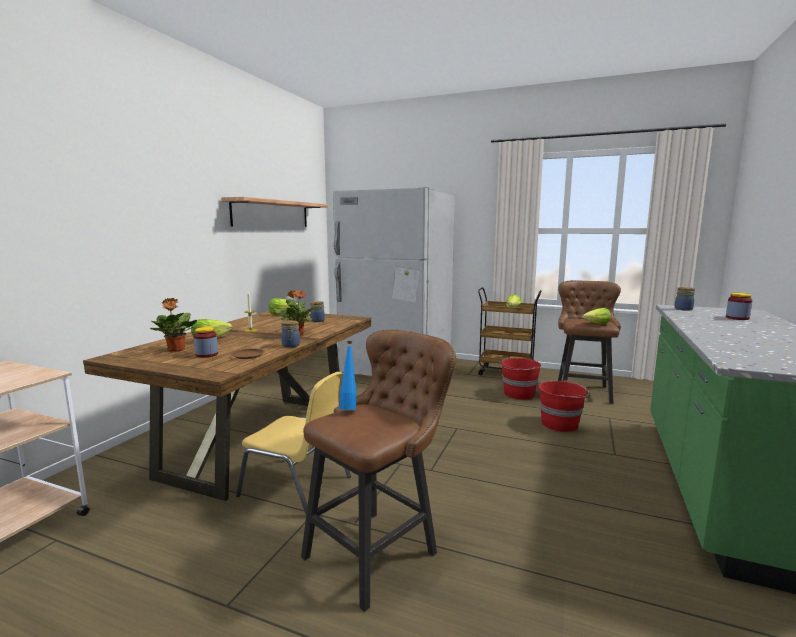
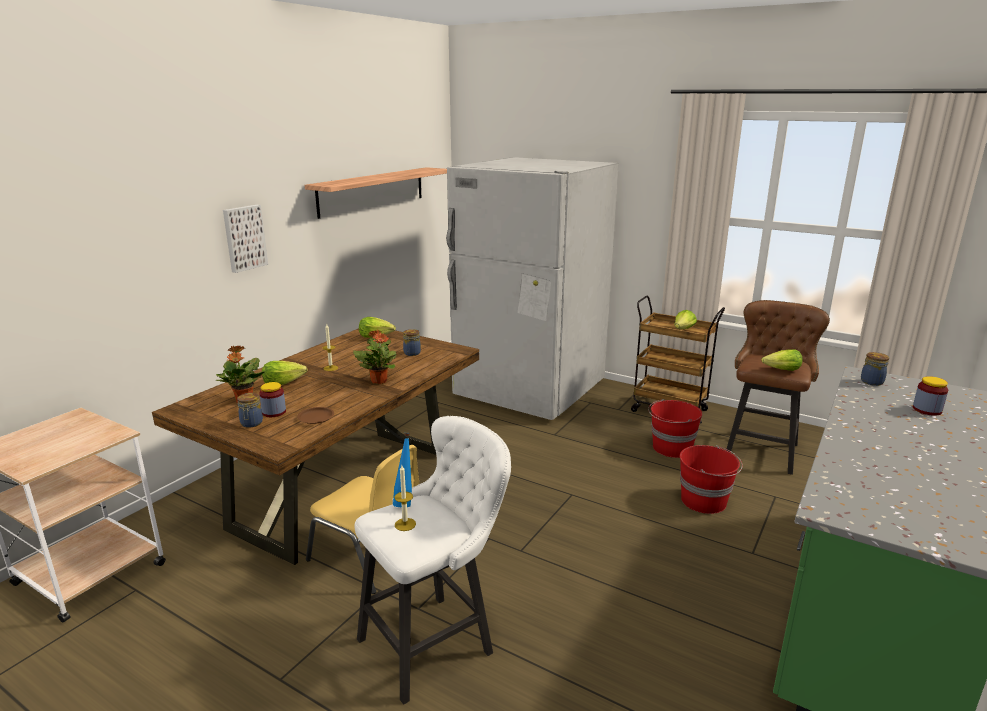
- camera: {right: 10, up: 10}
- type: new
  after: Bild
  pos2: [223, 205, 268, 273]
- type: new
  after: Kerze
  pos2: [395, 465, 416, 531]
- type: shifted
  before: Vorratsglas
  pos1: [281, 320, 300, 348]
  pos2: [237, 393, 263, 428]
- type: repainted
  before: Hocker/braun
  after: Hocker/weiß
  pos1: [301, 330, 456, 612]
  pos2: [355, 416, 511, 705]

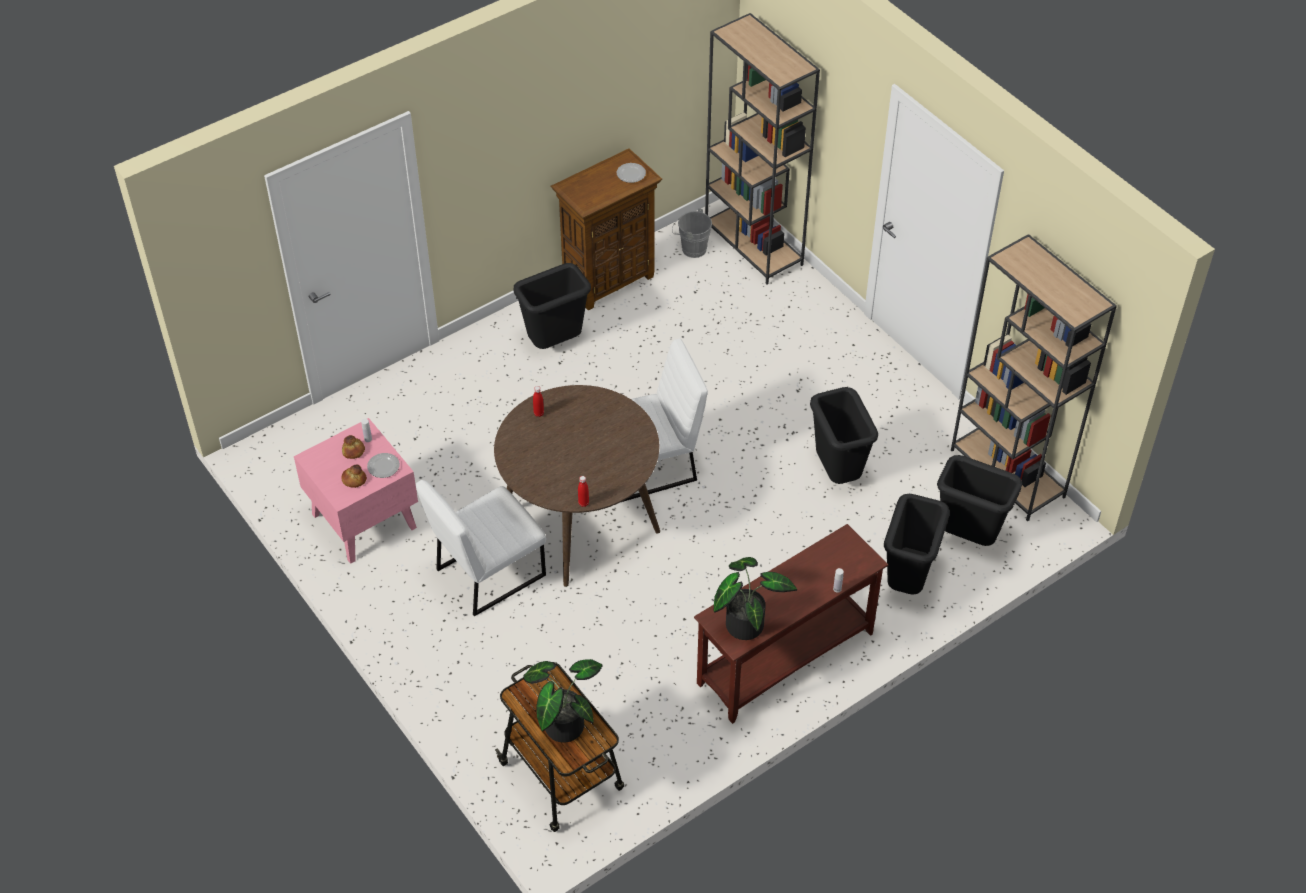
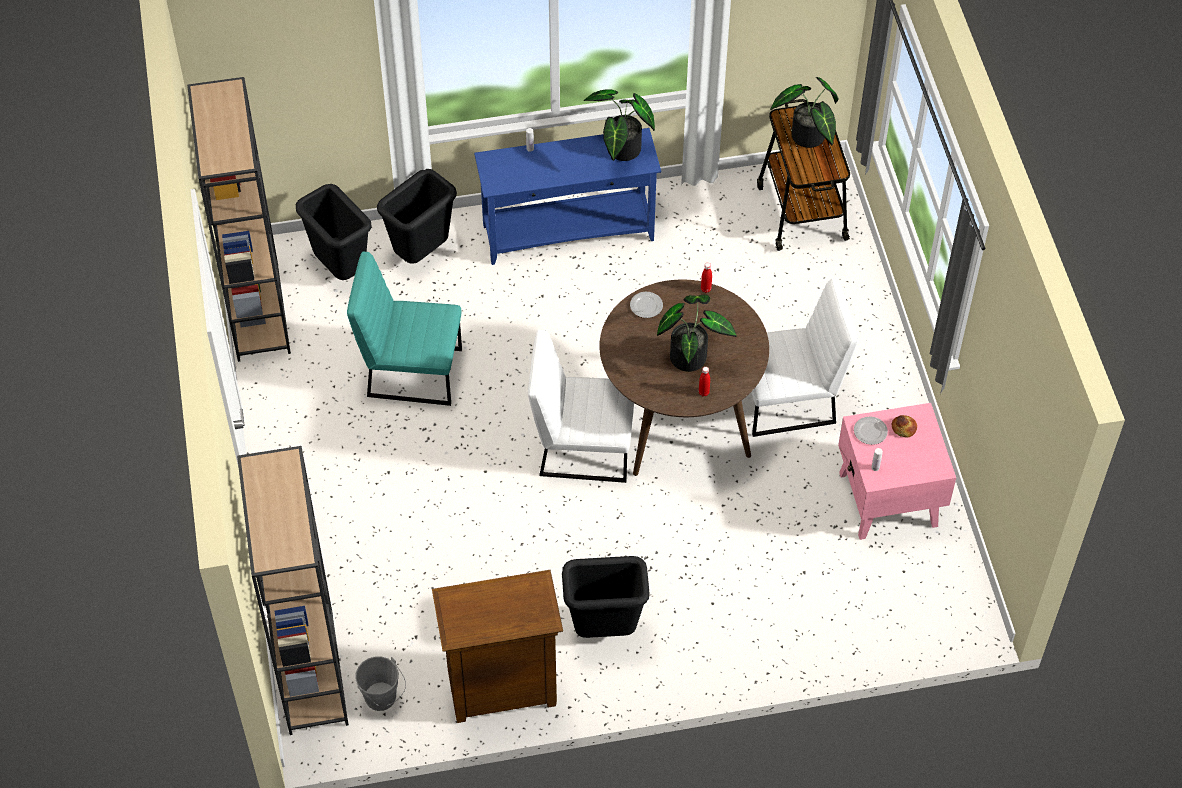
- camera: {right: -155, up: 5}
- type: gone
  before: Brot
  pos1: [342, 435, 365, 459]
- type: new
  after: Topfpflanze
  pos2: [657, 295, 737, 372]
- type: shifted
  before: Teller
  pos1: [616, 163, 646, 183]
  pos2: [630, 292, 663, 318]
- type: swapped
  before: Mülleimer/schwarz
  after: Stuhl/türkis
  pos1: [810, 387, 878, 484]
  pos2: [347, 252, 462, 406]
- type: repainted
  before: Konsolentisch/braun
  after: Konsolentisch/blau
  pos1: [694, 524, 888, 724]
  pos2: [474, 128, 661, 265]

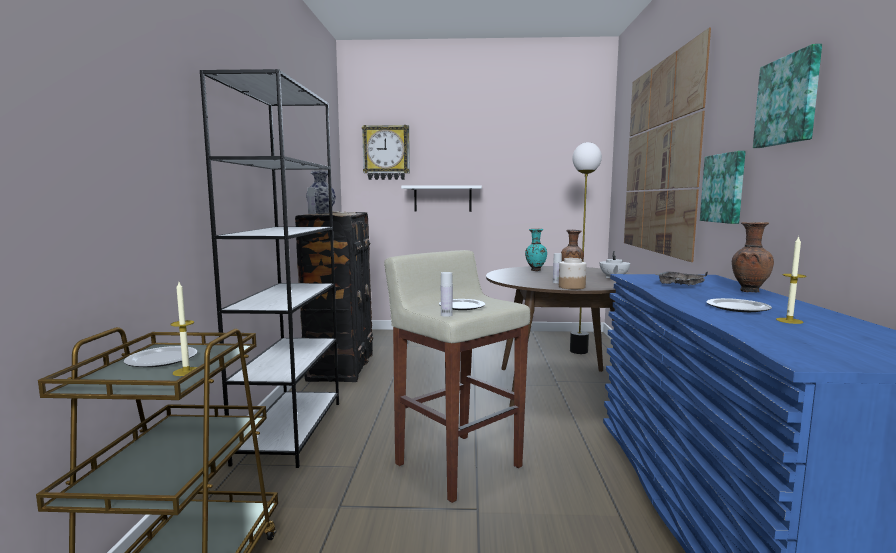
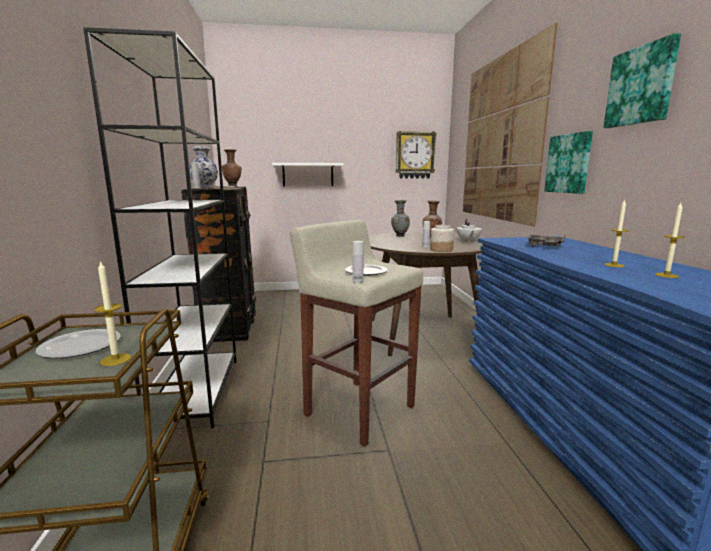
- camera: {right: -10, up: 5}
- type: gone
  before: Stehlampe
  pos1: [570, 142, 602, 354]
- type: shifted
  before: Wanduhr
  pos1: [362, 125, 410, 180]
  pos2: [396, 131, 437, 178]
- type: shifted
  before: Vase/braun
  pos1: [732, 222, 774, 293]
  pos2: [222, 149, 242, 186]
- type: swapped
  before: Teller
  after: Kerze
  pos1: [706, 298, 772, 312]
  pos2: [604, 200, 629, 267]
- type: repainted
  before: Vase/türkis
  after: Vase/grau
  pos1: [525, 229, 547, 271]
  pos2: [391, 200, 410, 237]

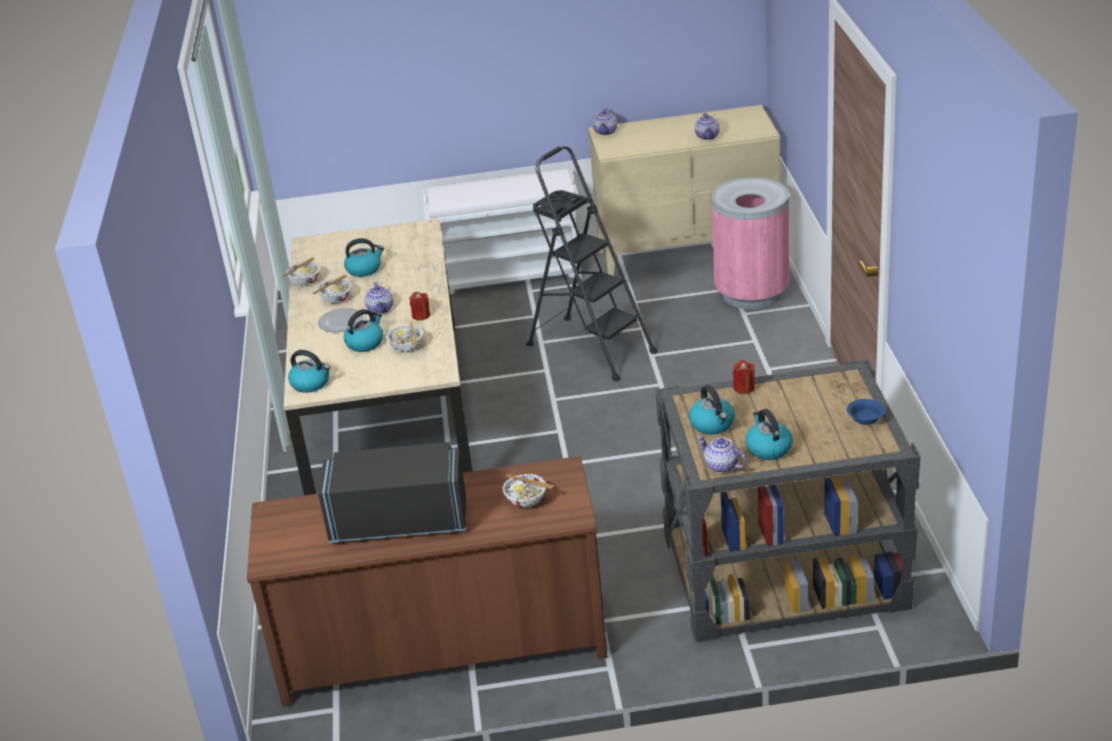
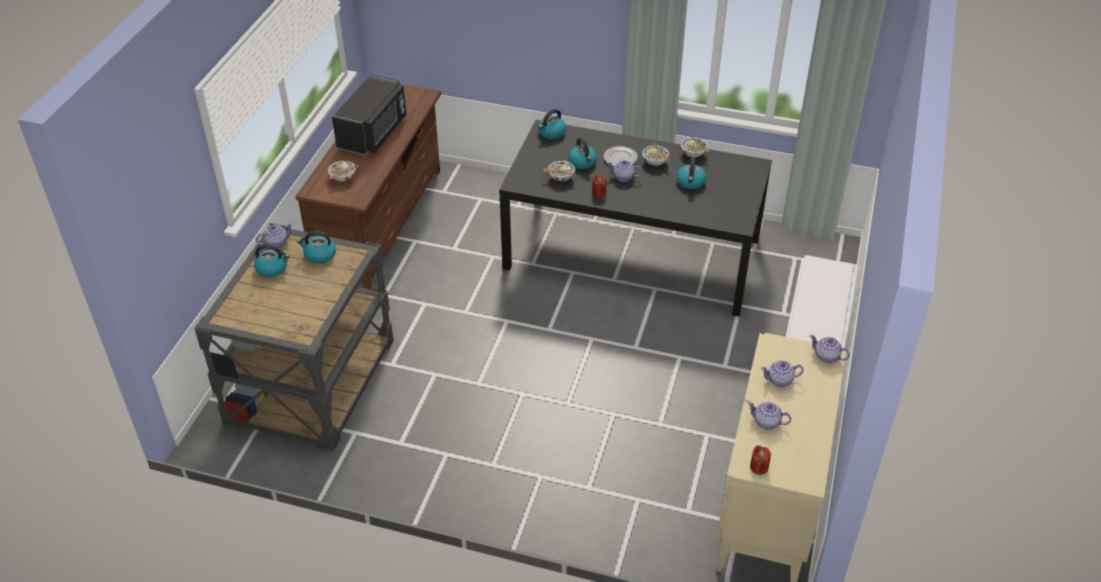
- camera: {right: 110, up: 10}
- type: gone
  before: Trittleiter
  pos1: [526, 145, 658, 382]
- type: gone
  before: Mülleimer/rosa
  pos1: [711, 177, 789, 309]
- type: gone
  before: Schüssel/blau
  pos1: [847, 399, 885, 425]
- type: new
  after: Teekanne
  pos2: [761, 360, 803, 387]
- type: shifted
  before: Kerze/rot
  pos1: [733, 360, 755, 394]
  pos2: [750, 445, 771, 475]
- type: repainted
  before: Esstisch/beige
  after: Esstisch/schwarz
  pos1: [284, 218, 473, 495]
  pos2: [499, 120, 772, 317]

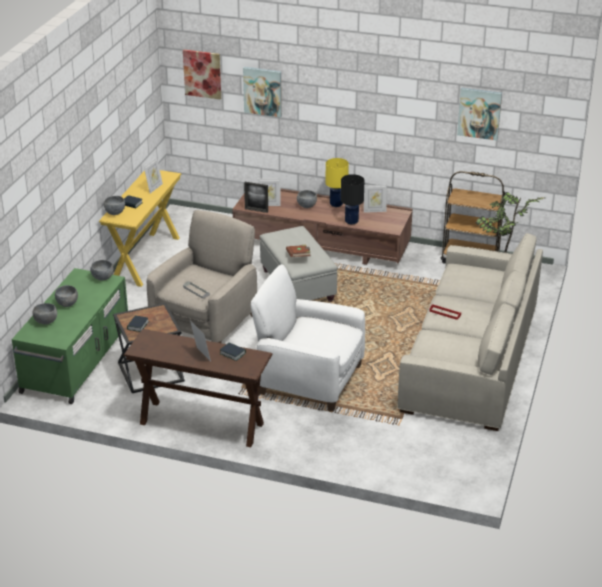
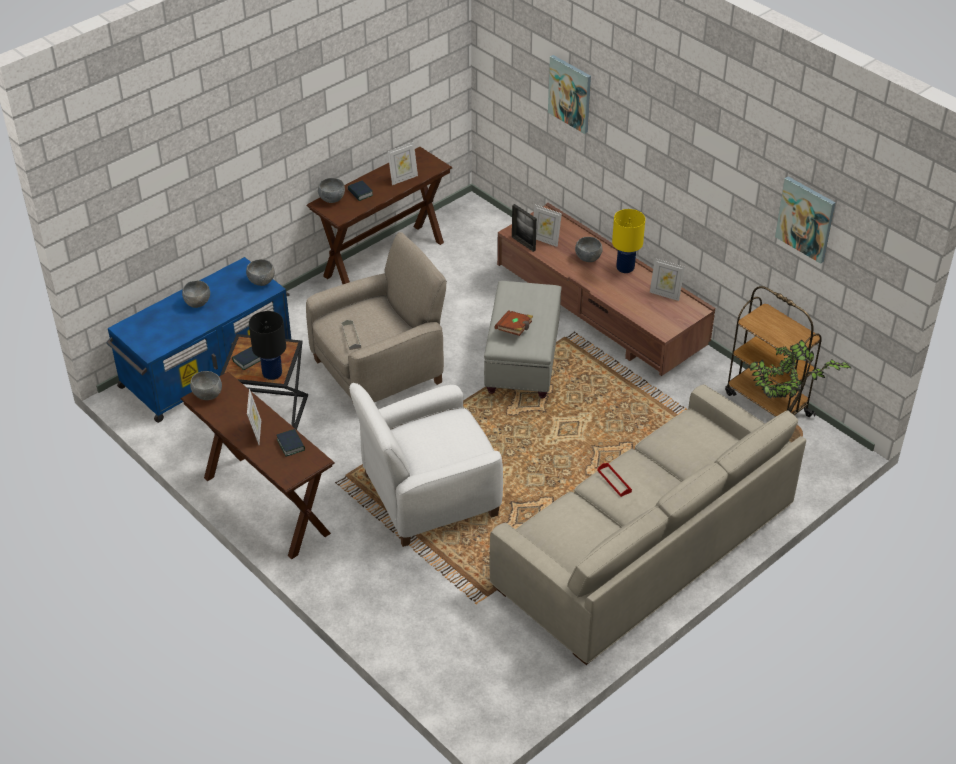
- camera: {right: 30, up: 10}
- type: gone
  before: Bild
  pos1: [183, 50, 221, 100]
- type: shifted
  before: Schüssel/grau
  pos1: [33, 303, 57, 325]
  pos2: [190, 371, 222, 400]
- type: shifted
  before: Tischlampe/schwarz
  pos1: [341, 174, 365, 224]
  pos2: [249, 311, 286, 380]
- type: repainted
  before: Schrank/grün
  after: Schrank/blau
  pos1: [12, 268, 128, 404]
  pos2: [107, 257, 291, 423]
- type: repainted
  before: Konsolentisch/gelb
  after: Konsolentisch/braun
  pos1: [99, 170, 181, 287]
  pos2: [307, 147, 452, 284]
- type: rotated
  before: Sessel/weiß
  pos1: [250, 264, 365, 411]
  pos2: [349, 383, 503, 547]
  turn: -75

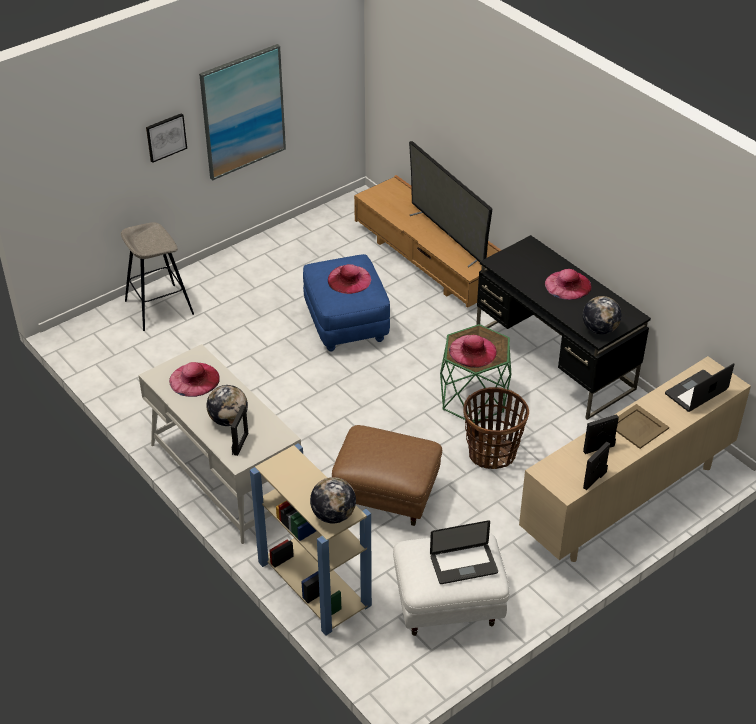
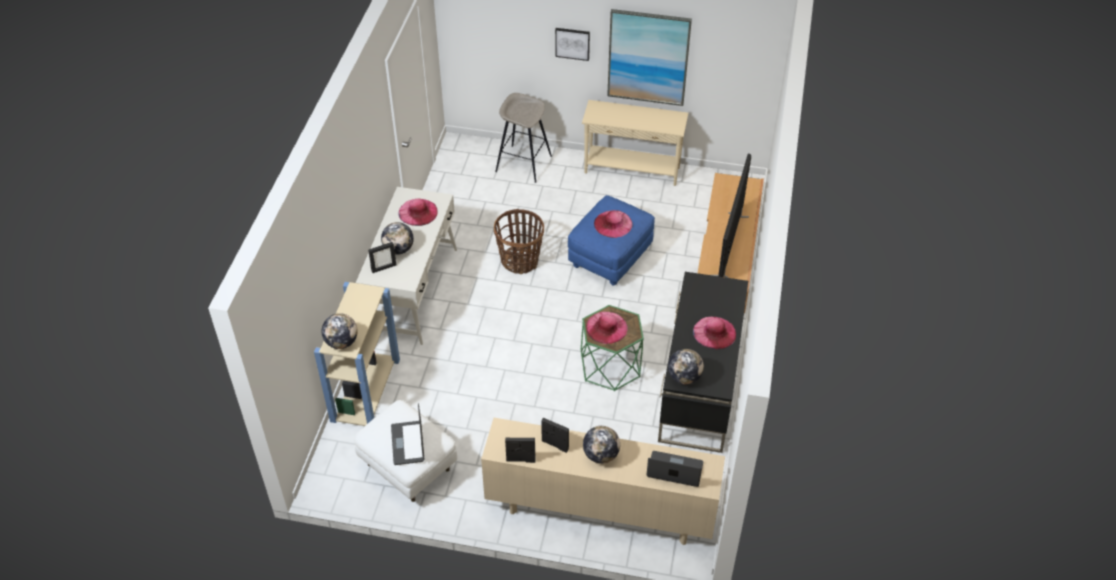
- camera: {right: 50, up: 5}
- type: gone
  before: Polsterhocker/braun
  pos1: [332, 425, 442, 526]
- type: new
  after: Konsolentisch/beige
  pos2: [582, 100, 688, 186]
- type: shifted
  before: Korb
  pos1: [463, 387, 529, 469]
  pos2: [494, 209, 544, 274]
- type: swapped
  before: Tablett/beige
  after: Globus
  pos1: [616, 404, 669, 449]
  pos2: [583, 426, 620, 464]
- type: rotated
  before: Laptop
  pos1: [430, 520, 498, 584]
  pos2: [391, 404, 424, 465]
  turn: 45

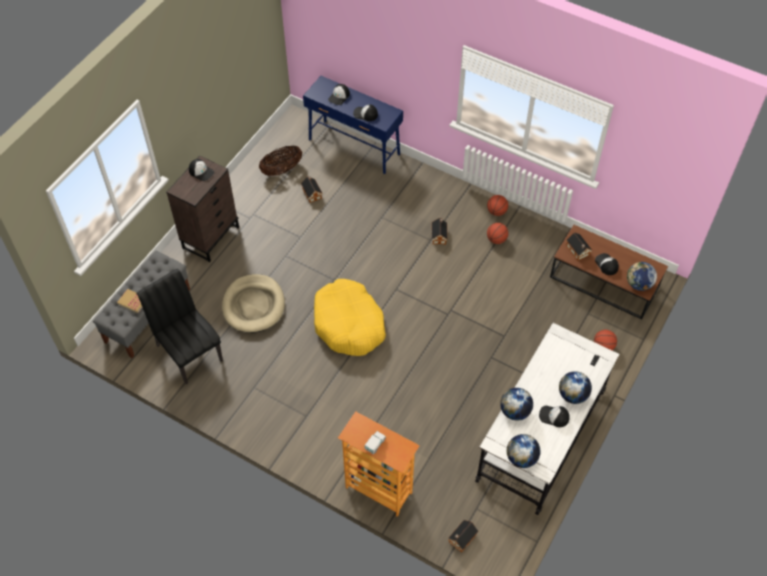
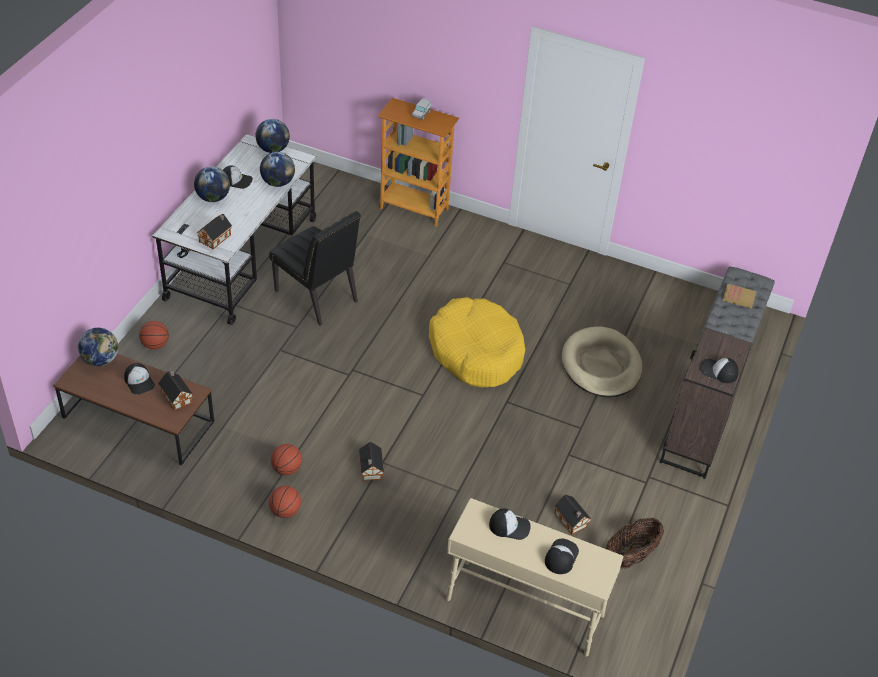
- camera: {right: 170, up: -10}
- type: shifted
  before: Stuhl/schwarz
  pos1: [136, 269, 223, 384]
  pos2: [269, 211, 361, 326]
- type: shifted
  before: Spielzeughaus
  pos1: [448, 520, 479, 552]
  pos2: [197, 214, 232, 249]
- type: repainted
  before: Konsolentisch/blau
  after: Konsolentisch/beige
  pos1: [303, 76, 403, 174]
  pos2: [446, 498, 623, 657]

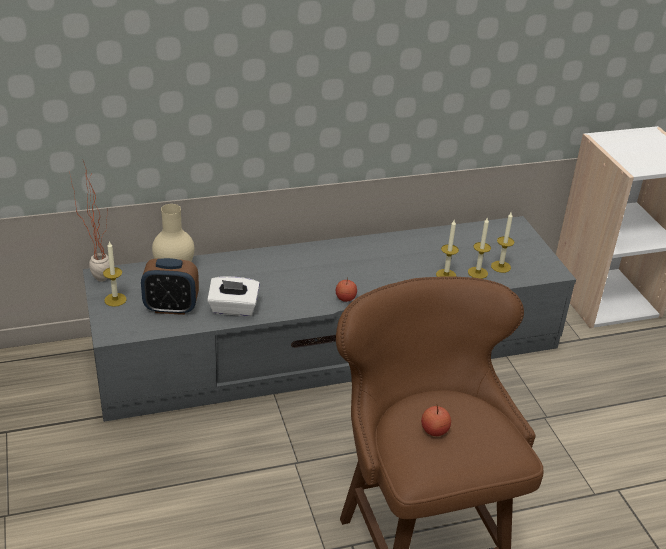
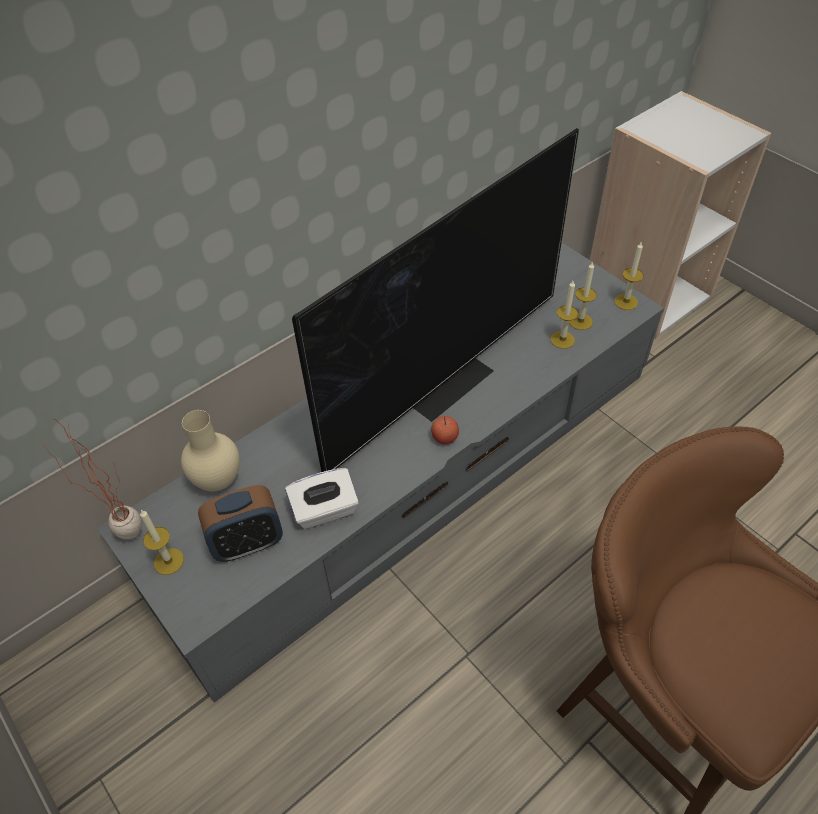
- camera: {right: -20, up: 15}
- type: gone
  before: Apfel
  pos1: [421, 404, 451, 436]
- type: new
  after: Fernseher
  pos2: [292, 128, 579, 472]
- type: shifted
  before: Kerze
  pos1: [436, 220, 459, 277]
  pos2: [614, 241, 644, 310]

